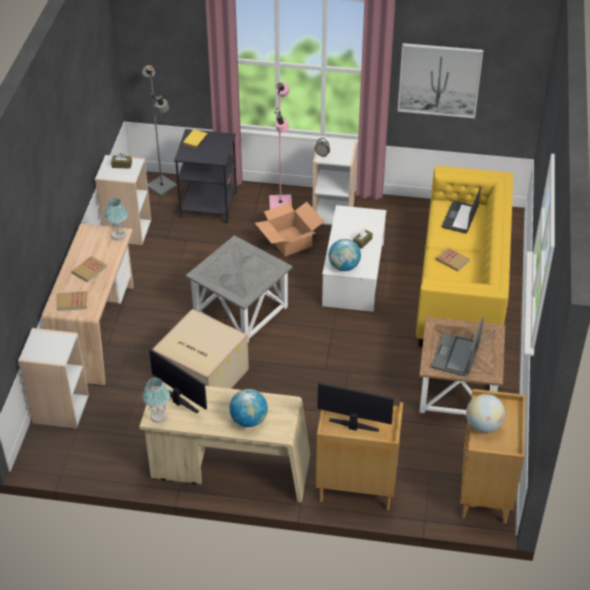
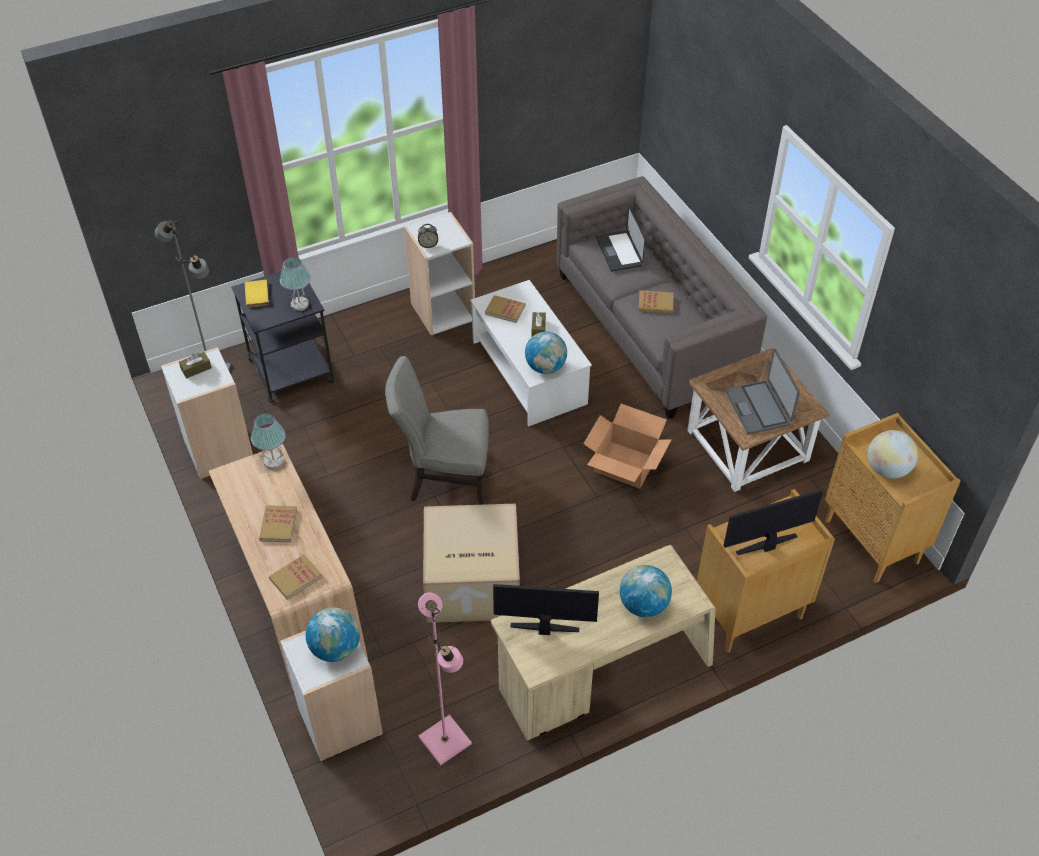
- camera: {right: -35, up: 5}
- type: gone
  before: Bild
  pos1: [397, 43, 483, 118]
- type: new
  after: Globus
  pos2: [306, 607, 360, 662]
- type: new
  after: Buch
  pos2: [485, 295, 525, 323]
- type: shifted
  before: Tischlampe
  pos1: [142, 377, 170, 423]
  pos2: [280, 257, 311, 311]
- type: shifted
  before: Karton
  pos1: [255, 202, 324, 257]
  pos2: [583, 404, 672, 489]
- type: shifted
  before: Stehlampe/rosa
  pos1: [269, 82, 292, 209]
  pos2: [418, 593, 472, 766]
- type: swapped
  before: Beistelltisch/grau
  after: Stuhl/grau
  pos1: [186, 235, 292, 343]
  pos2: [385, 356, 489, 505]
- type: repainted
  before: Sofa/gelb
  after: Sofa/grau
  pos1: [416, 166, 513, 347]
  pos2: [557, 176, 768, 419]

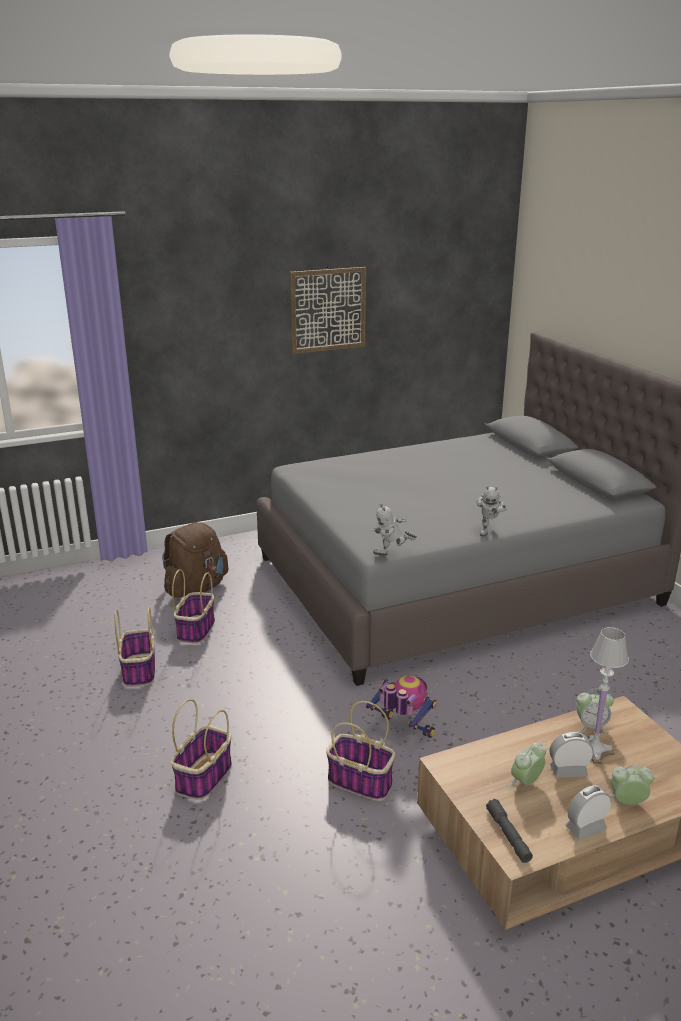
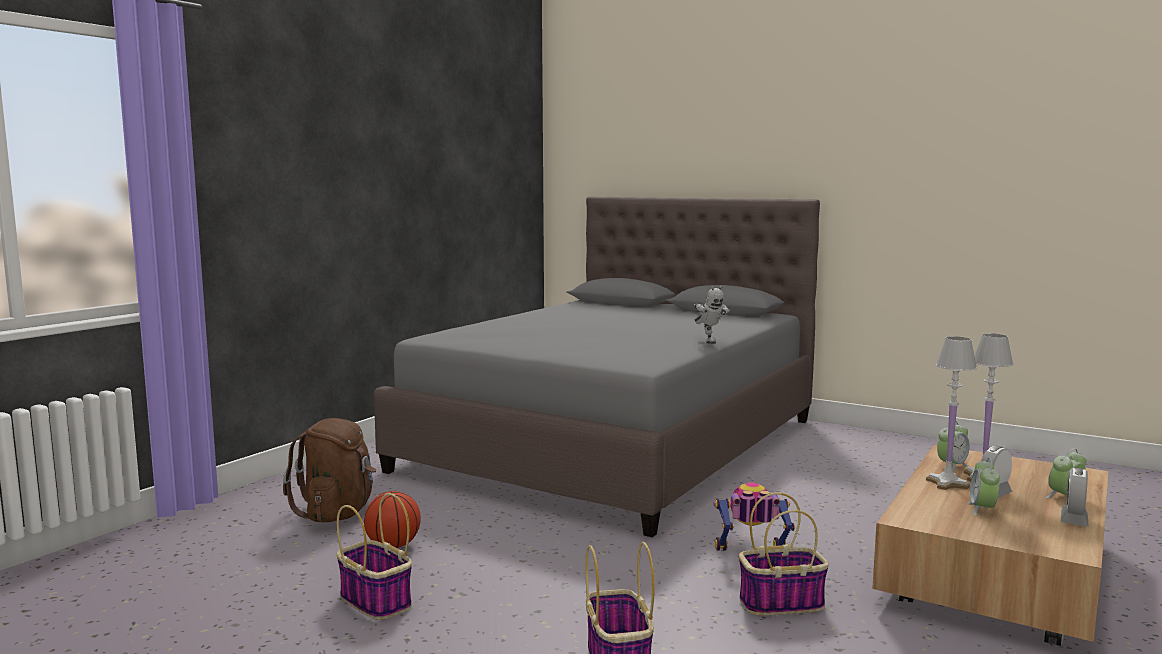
- camera: {right: -35, up: -15}
- type: gone
  before: Bild
  pos1: [290, 266, 366, 354]
- type: gone
  before: Spielzeugroboter
  pos1: [372, 503, 417, 556]
- type: gone
  before: Taschenlampe/grau
  pos1: [486, 799, 533, 863]
- type: new
  after: Tischlampe/weiß
  pos2: [926, 336, 977, 490]
- type: swapped
  before: Korb
  after: Basketball
  pos1: [172, 569, 215, 644]
  pos2: [364, 491, 421, 548]

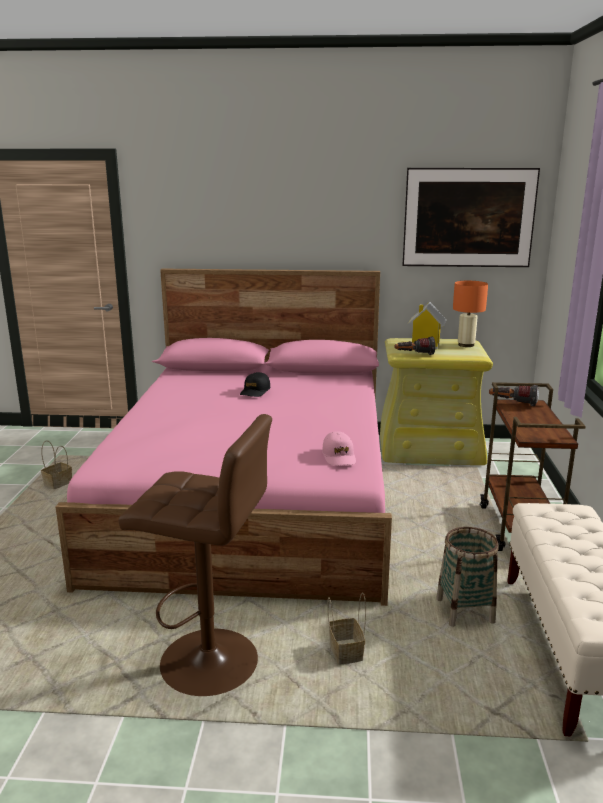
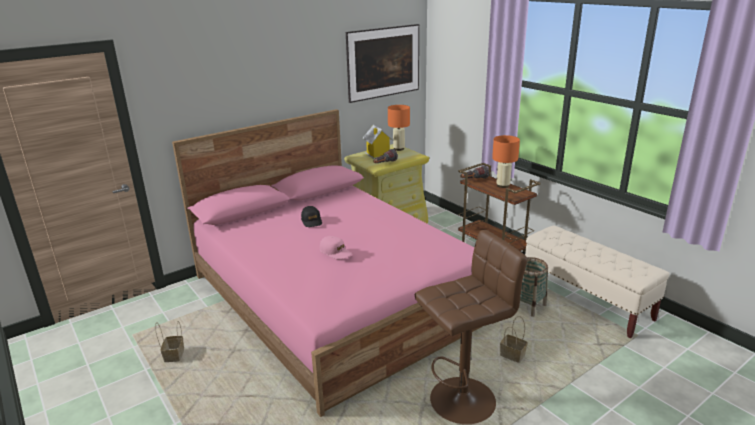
- camera: {right: -40, up: 5}
- type: new
  after: Tischlampe/orange
  pos2: [492, 135, 520, 188]
- type: shifted
  before: Kappe/rosa
  pos1: [322, 431, 356, 466]
  pos2: [320, 236, 352, 260]

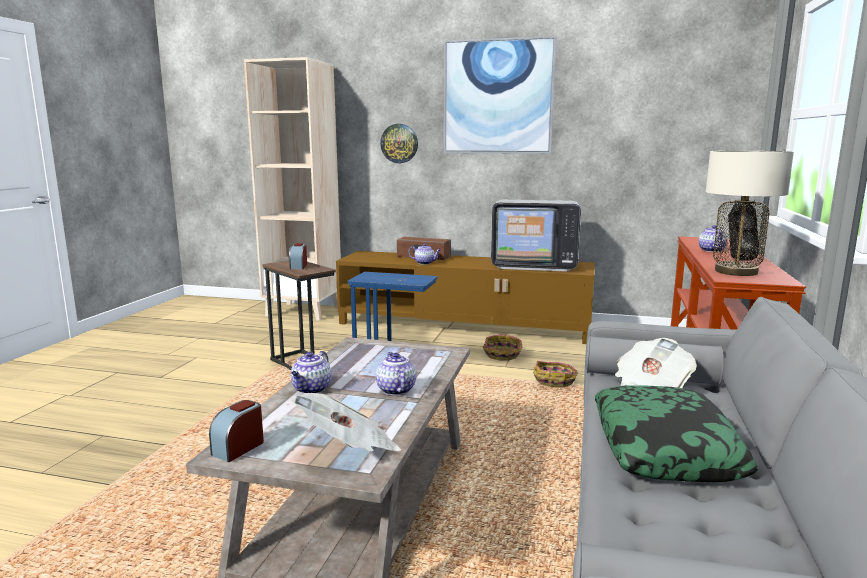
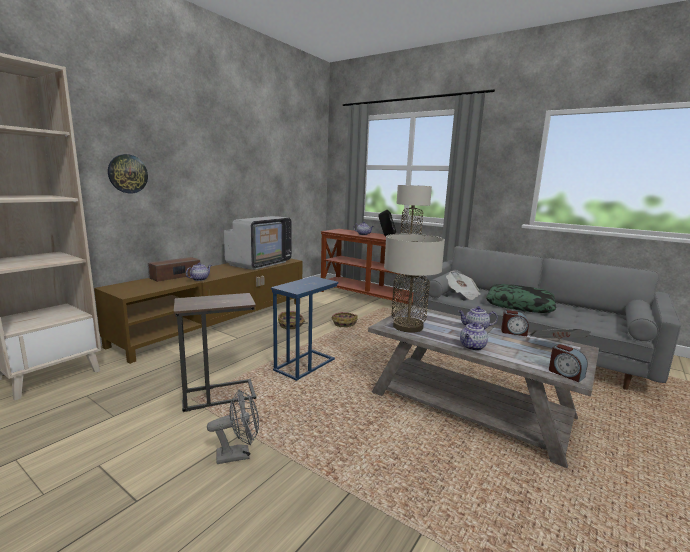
- camera: {right: -70, up: 0}
- type: gone
  before: Bild
  pos1: [444, 36, 557, 154]
- type: new
  after: Ventilator/grau
  pos2: [207, 389, 259, 464]
- type: new
  after: Tischlampe
  pos2: [384, 234, 445, 333]
- type: shifted
  before: Wecker
  pos1: [289, 243, 307, 269]
  pos2: [501, 310, 529, 336]
- type: rotated
  before: Teekanne
  pos1: [291, 351, 331, 393]
  pos2: [460, 322, 488, 351]
  turn: 90

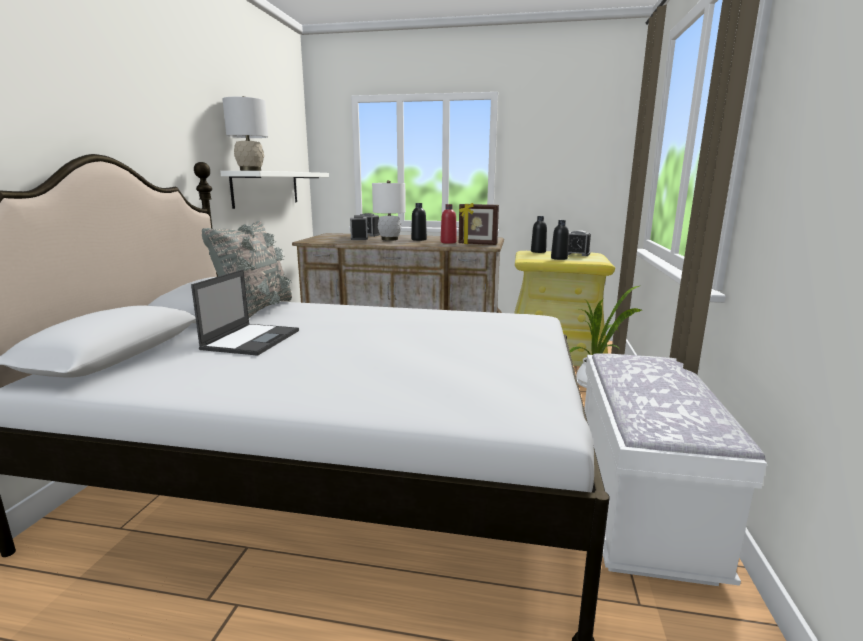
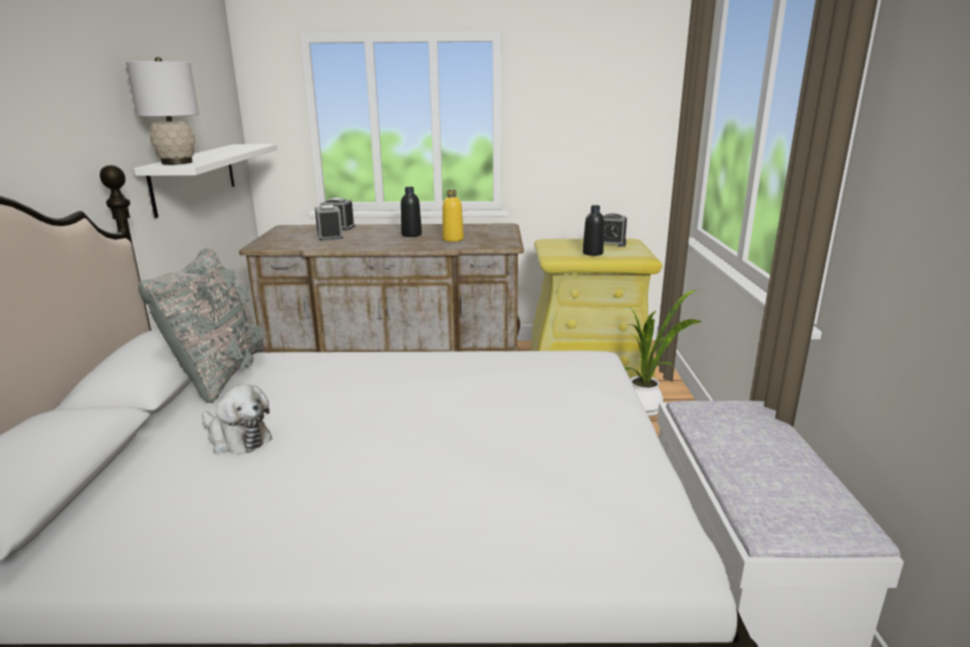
- camera: {right: -10, up: 5}
- type: gone
  before: Tischlampe/weiß
  pos1: [372, 180, 406, 241]
- type: gone
  before: Bilderrahmen
  pos1: [459, 203, 499, 245]
- type: gone
  before: Flasche/schwarz
  pos1: [531, 216, 547, 253]
- type: swapped
  before: Laptop
  after: Plüschtier
  pos1: [191, 269, 299, 356]
  pos2: [202, 384, 272, 455]
- type: repainted
  before: Flasche/rot
  after: Flasche/gelb
  pos1: [440, 204, 457, 244]
  pos2: [442, 190, 464, 242]

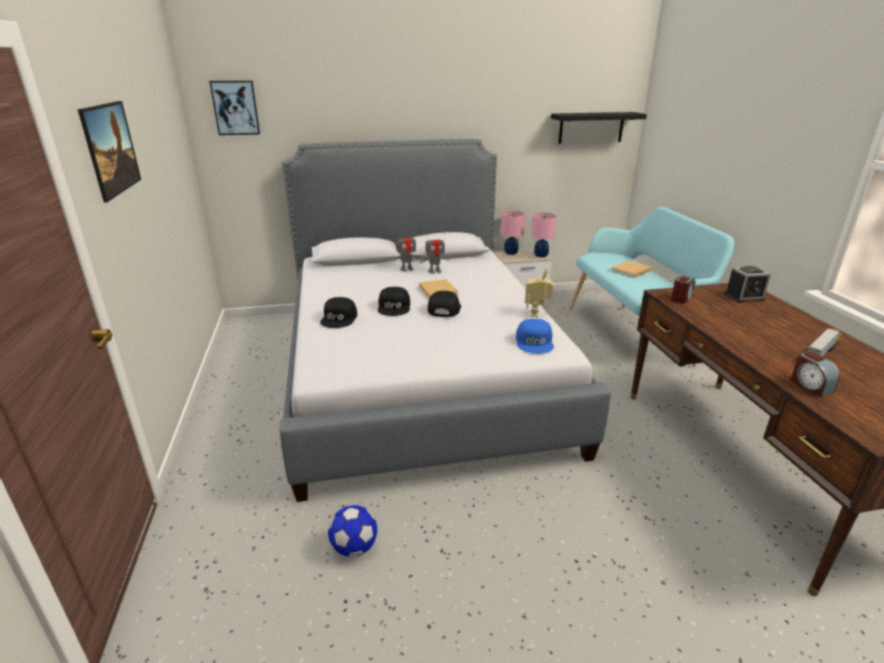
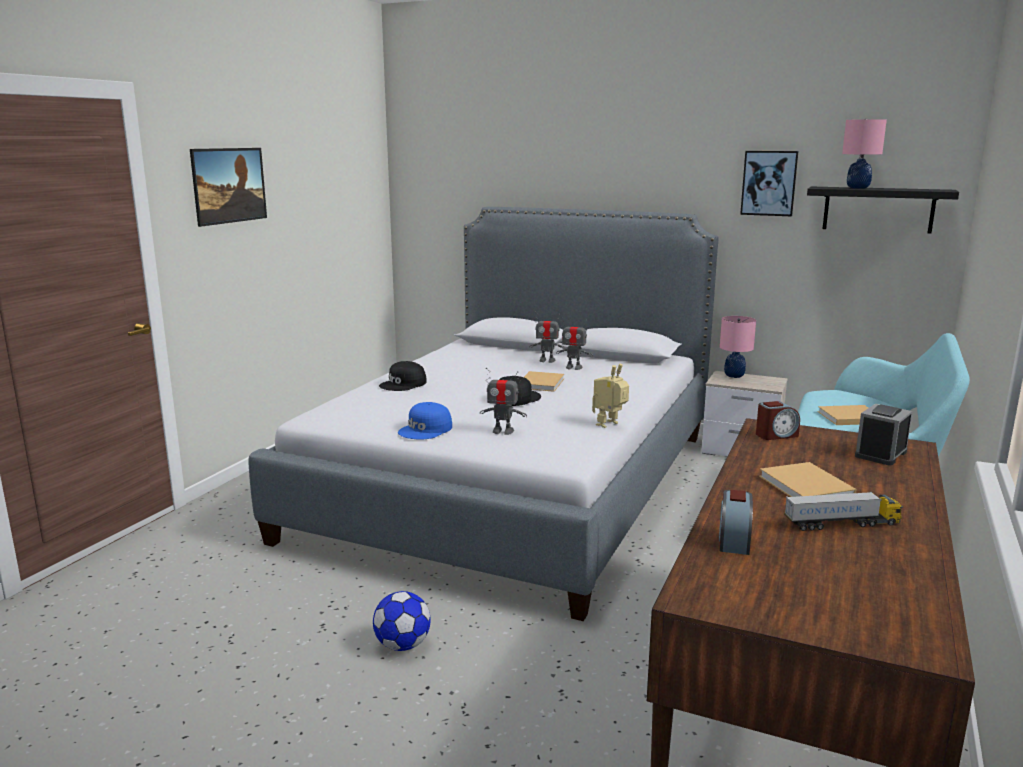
- camera: {right: 35, up: -10}
- type: gone
  before: Kappe/schwarz
  pos1: [378, 287, 410, 316]
- type: new
  after: Spielzeugroboter
  pos2: [480, 368, 527, 435]
- type: new
  after: Buch/beige
  pos2: [759, 462, 857, 497]
- type: shifted
  before: Bild
  pos1: [209, 81, 260, 135]
  pos2: [740, 151, 798, 216]
- type: shifted
  before: Fußball
  pos1: [328, 505, 377, 557]
  pos2: [373, 591, 431, 651]
- type: shifted
  before: Kappe/blau
  pos1: [516, 319, 554, 354]
  pos2: [398, 402, 452, 439]
- type: shifted
  before: Tischlampe/rosa
  pos1: [531, 213, 557, 257]
  pos2: [842, 119, 887, 189]
- type: rotated
  before: Wecker
  pos1: [724, 266, 771, 303]
  pos2: [855, 404, 912, 466]
  turn: 105

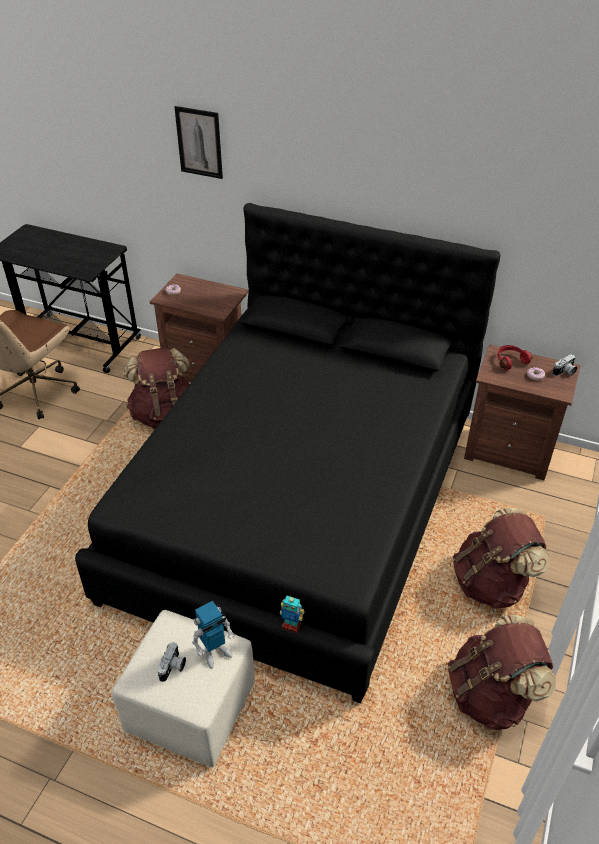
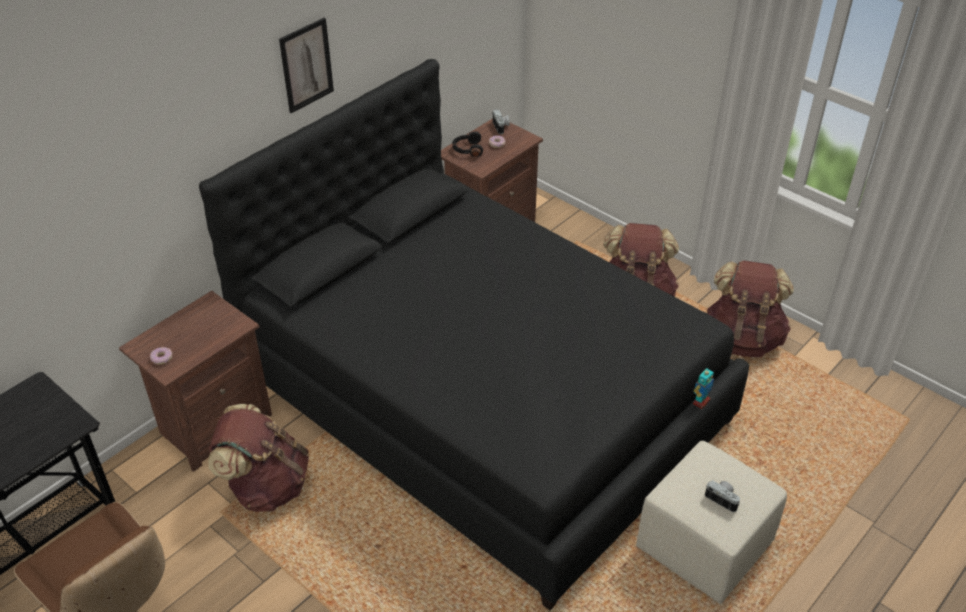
- camera: {right: -70, up: 0}
- type: gone
  before: Spielzeugroboter
  pos1: [192, 601, 235, 669]
- type: shifted
  before: Bild
  pos1: [174, 106, 223, 179]
  pos2: [279, 18, 334, 113]
- type: repainted
  before: Kopfhörer/rot
  after: Kopfhörer/schwarz
  pos1: [497, 345, 533, 370]
  pos2: [452, 131, 483, 157]

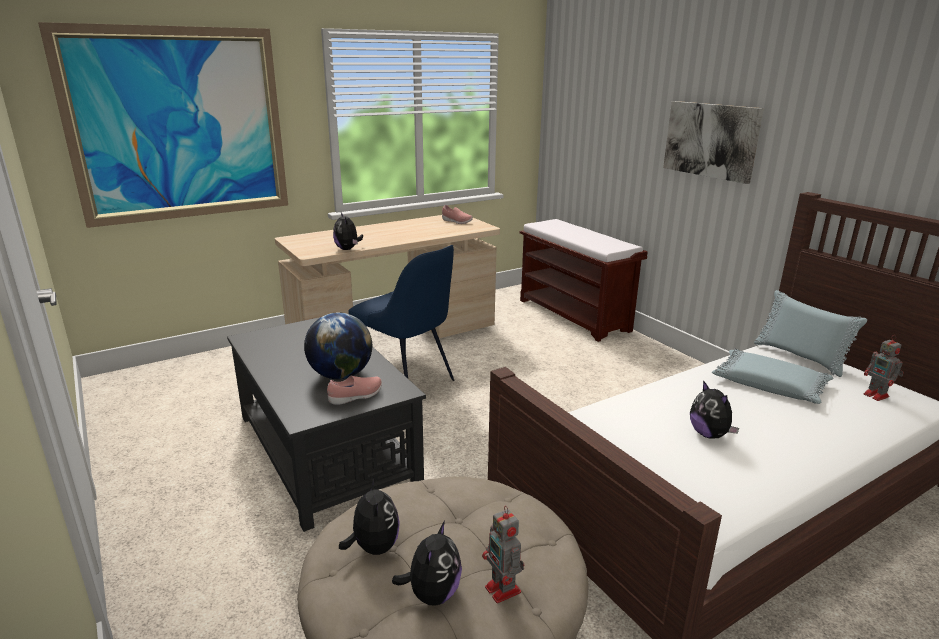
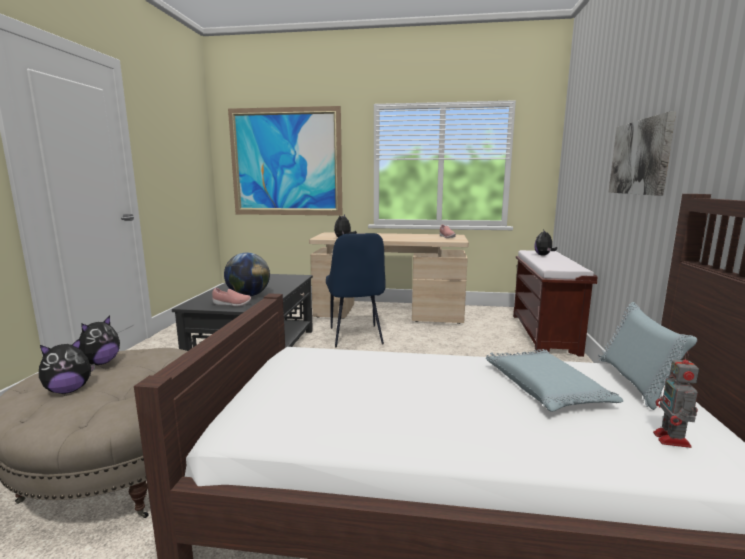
- camera: {right: 40, up: -10}
- type: gone
  before: Spielzeugroboter
  pos1: [482, 506, 524, 603]
- type: shifted
  before: Plüschtier
  pos1: [690, 380, 739, 439]
  pos2: [534, 229, 557, 256]

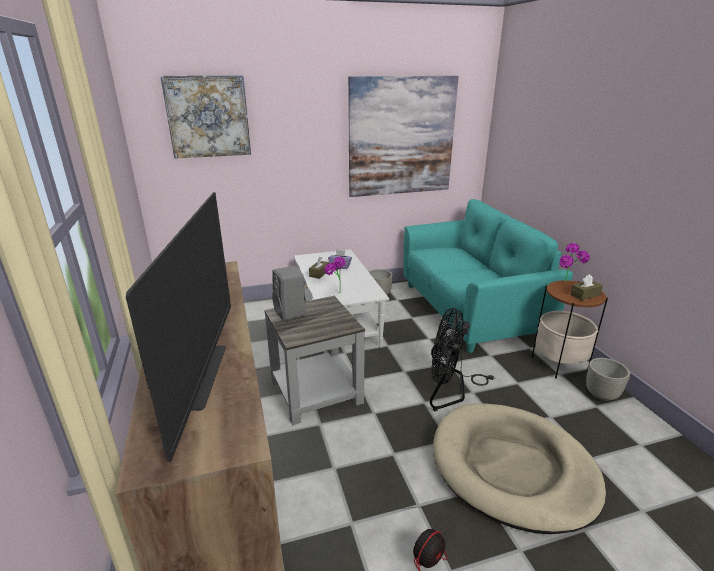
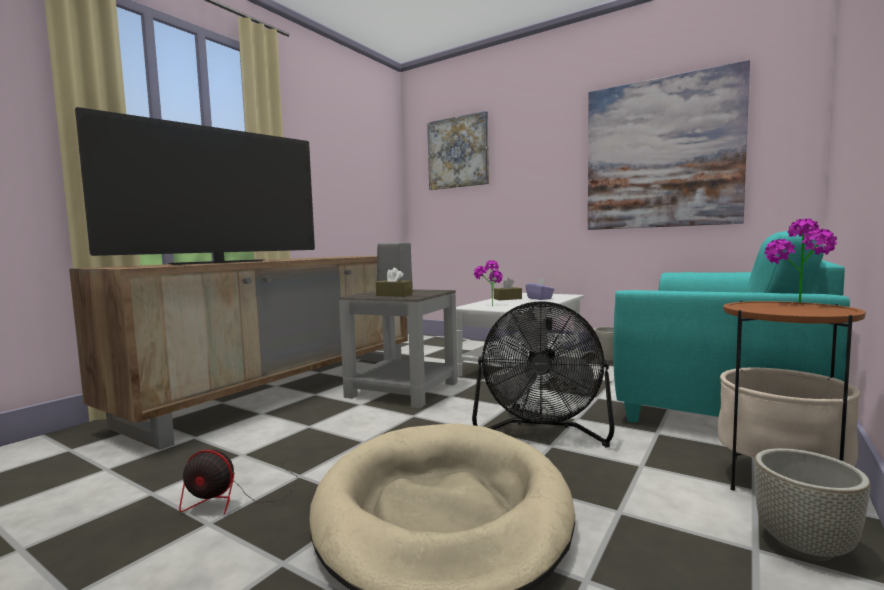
- camera: {right: 50, up: -20}
- type: shifted
  before: Taschentuchbox/braun
  pos1: [570, 274, 603, 301]
  pos2: [376, 268, 412, 297]
- type: rotated
  before: Ventilator/schwarz
  pos1: [430, 308, 495, 412]
  pos2: [472, 301, 614, 448]
  turn: -135

